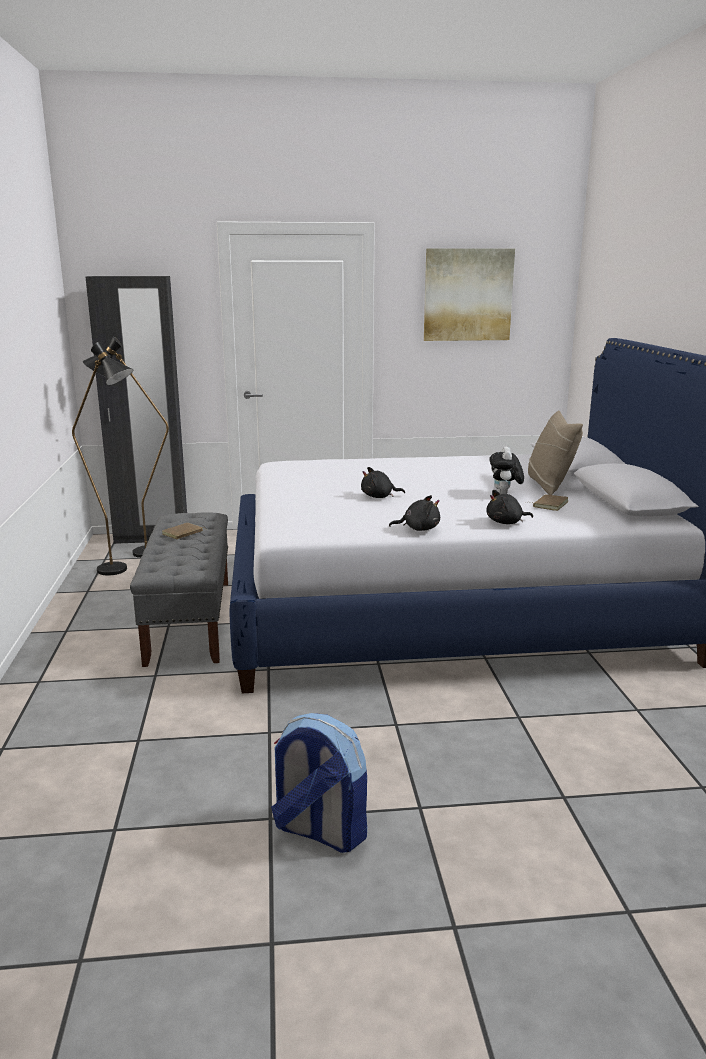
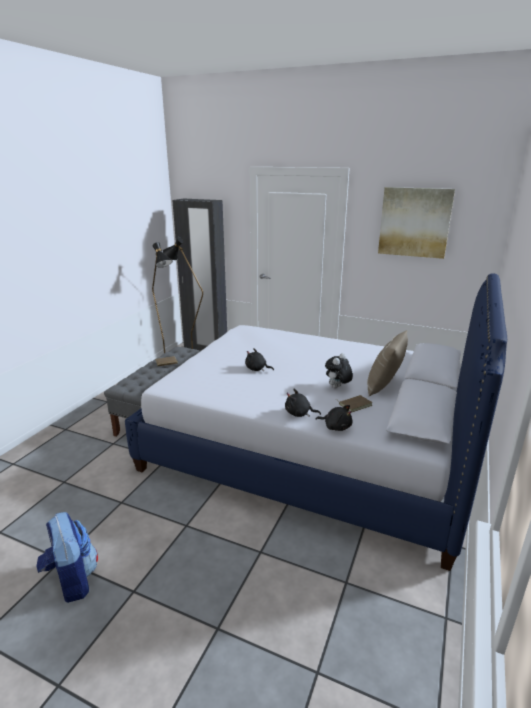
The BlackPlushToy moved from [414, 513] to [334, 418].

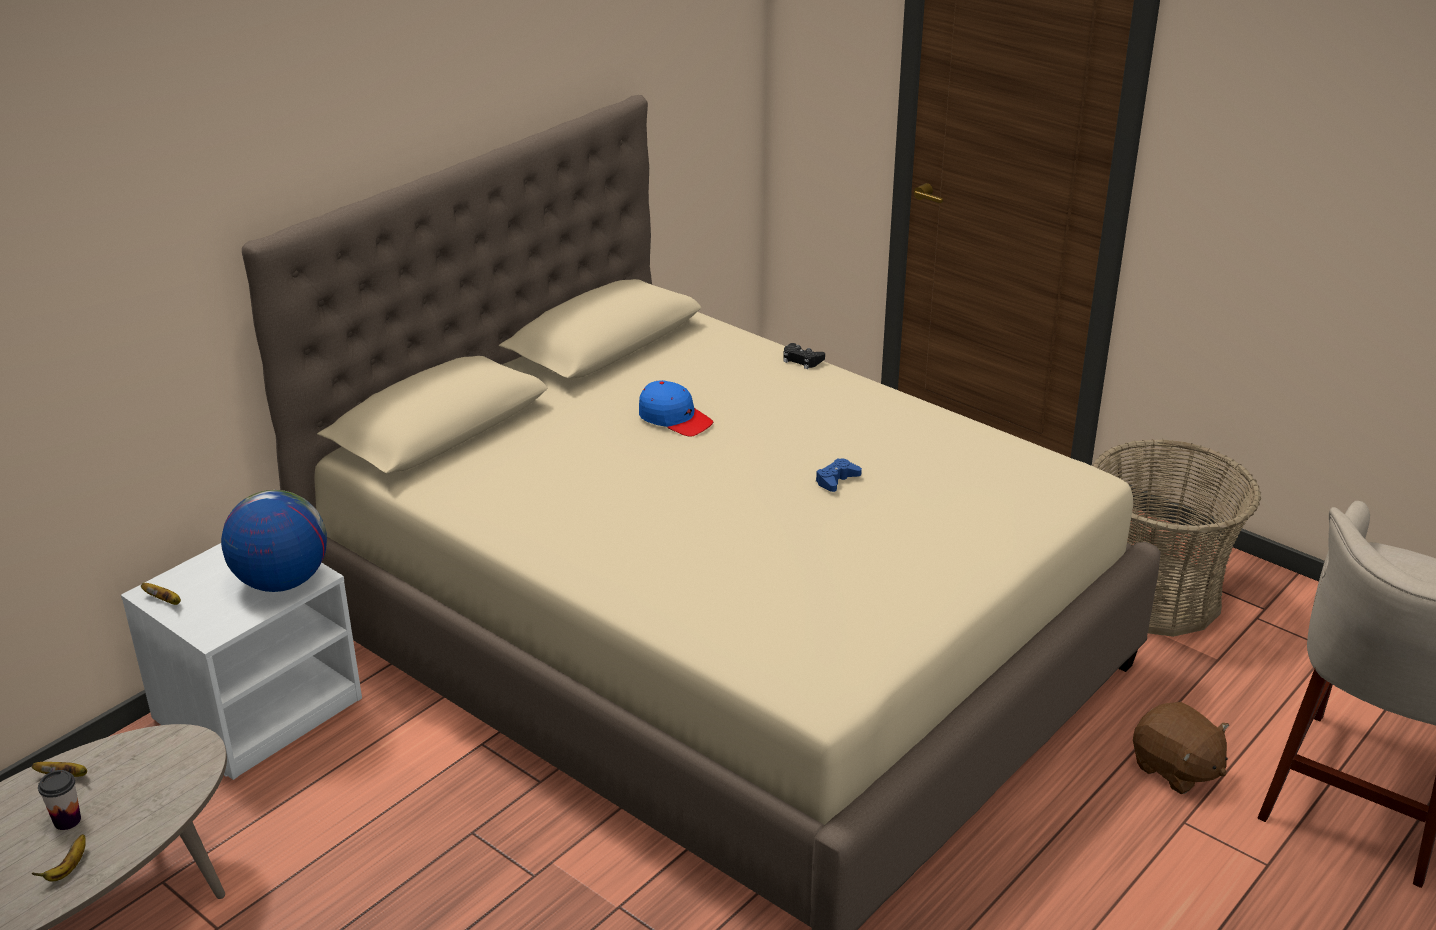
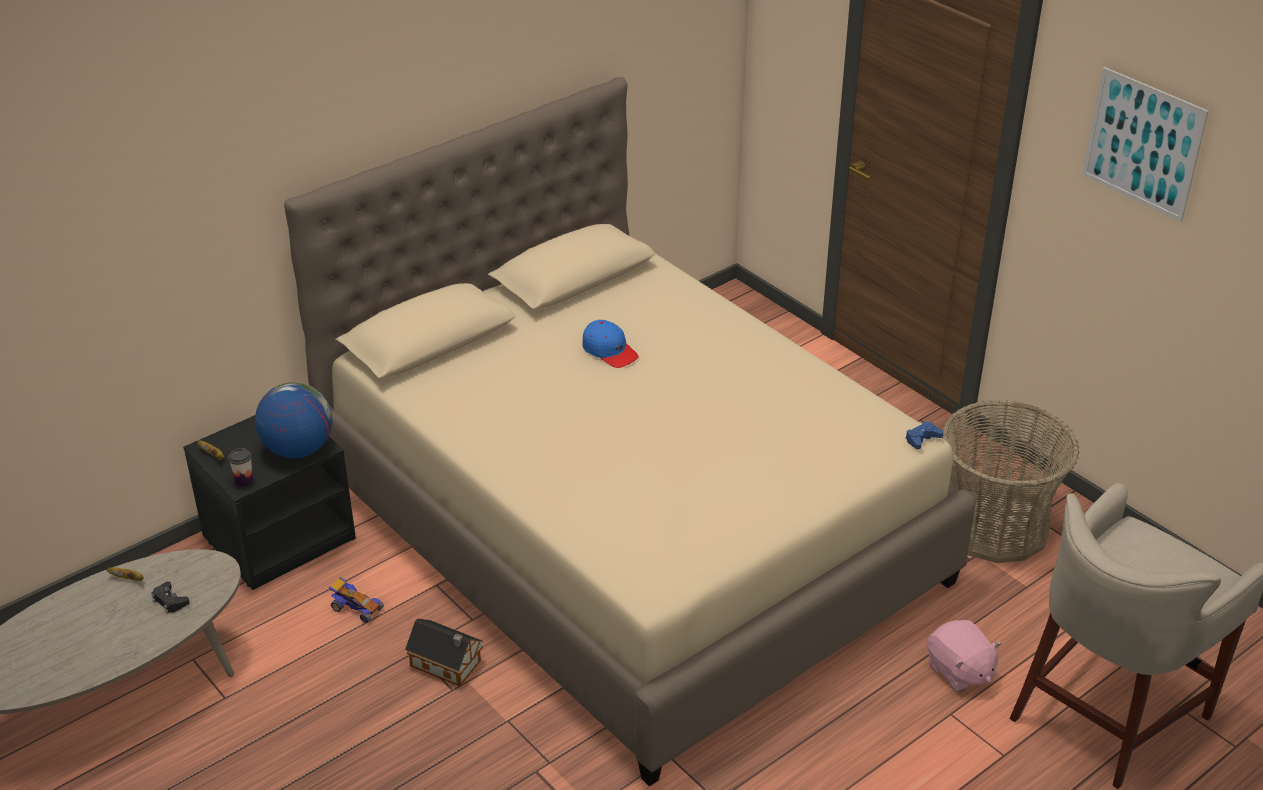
The Banana at [59, 857] disappeared. The Cup moved from [59, 800] to [240, 467]. The WhiteNightstand at [241, 661] became the BlackNightstand at [269, 502]. The BlackGameController moved from [804, 356] to [171, 597]. The BlueGameController moved from [839, 475] to [924, 435]. The BrownPlushToy at [1181, 748] became the PinkPlushToy at [964, 656]. The ToyCar at [356, 600] appeared. The ToyHouse at [444, 652] appeared. The Picture at [1145, 144] appeared.

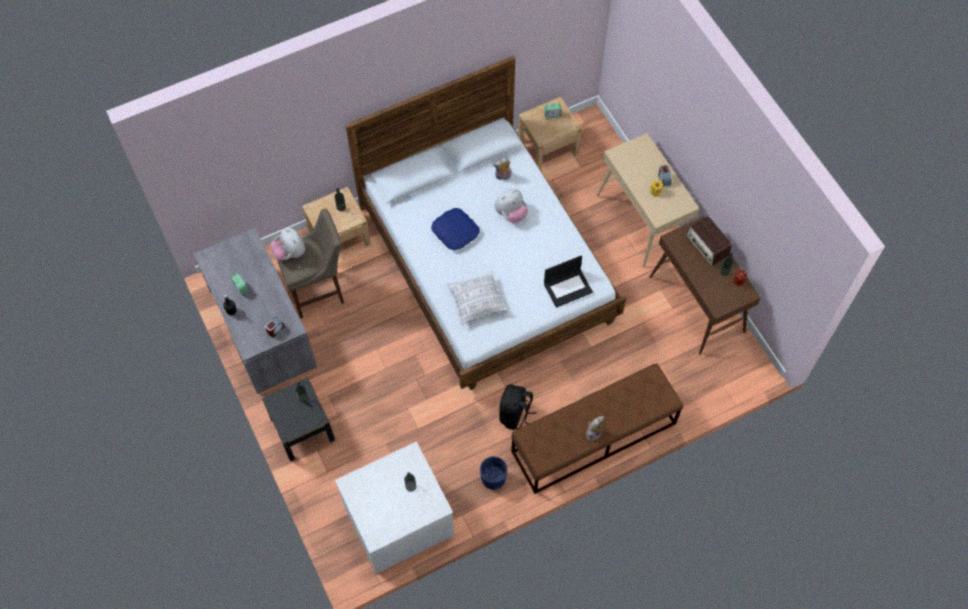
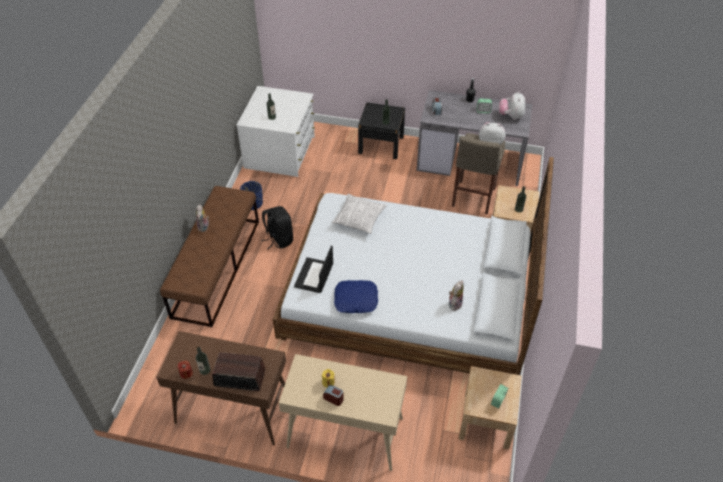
The BluePillow moved from [455, 229] to [356, 296]. The PlushToy moved from [511, 206] to [512, 105].

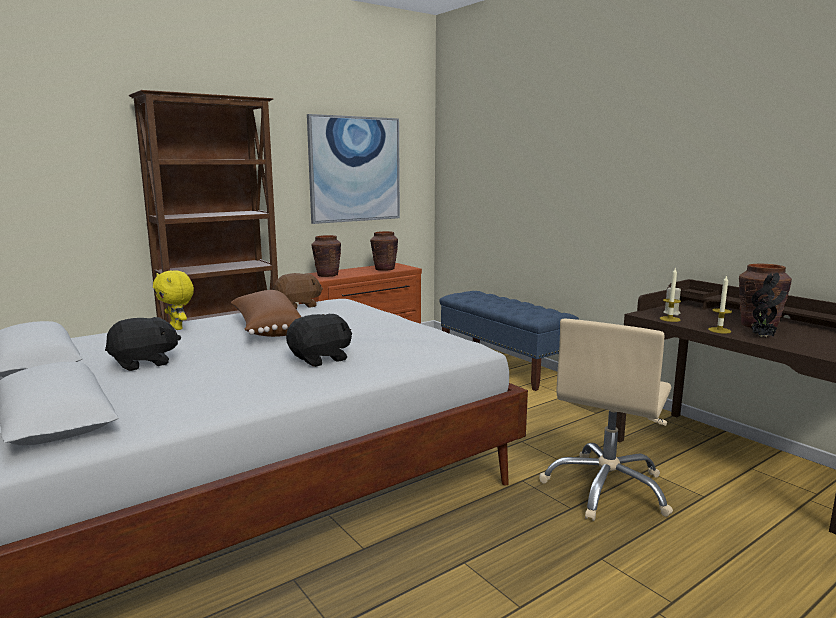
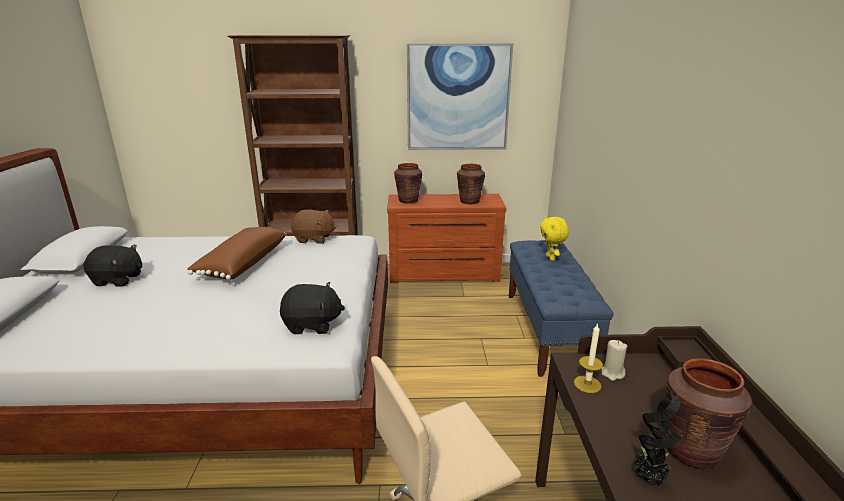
The YellowPlushToy moved from [173, 300] to [554, 238]. The BlackPlushToy moved from [319, 340] to [312, 308]. The Candle at [720, 304] disappeared.

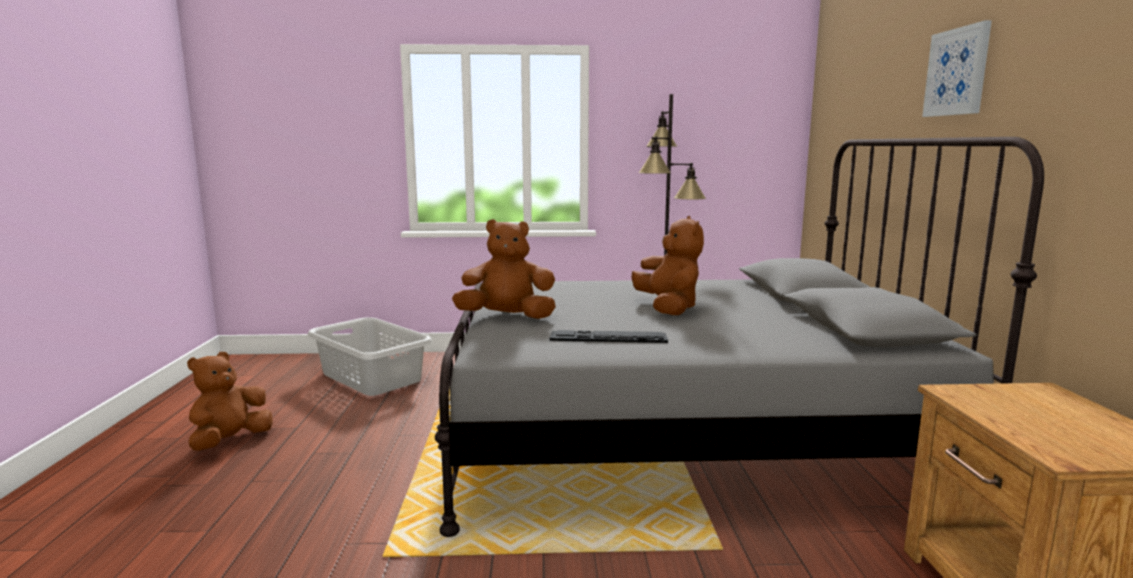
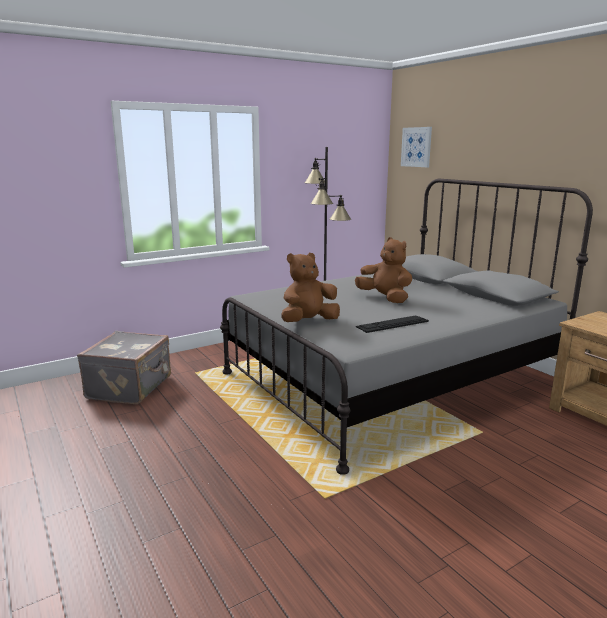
The BrownPlushToy at [230, 401] disappeared. The GreyLaundryBasket at [370, 356] was replaced by the GreySuitcase at [124, 367]. The Picture moved from [957, 68] to [416, 147].

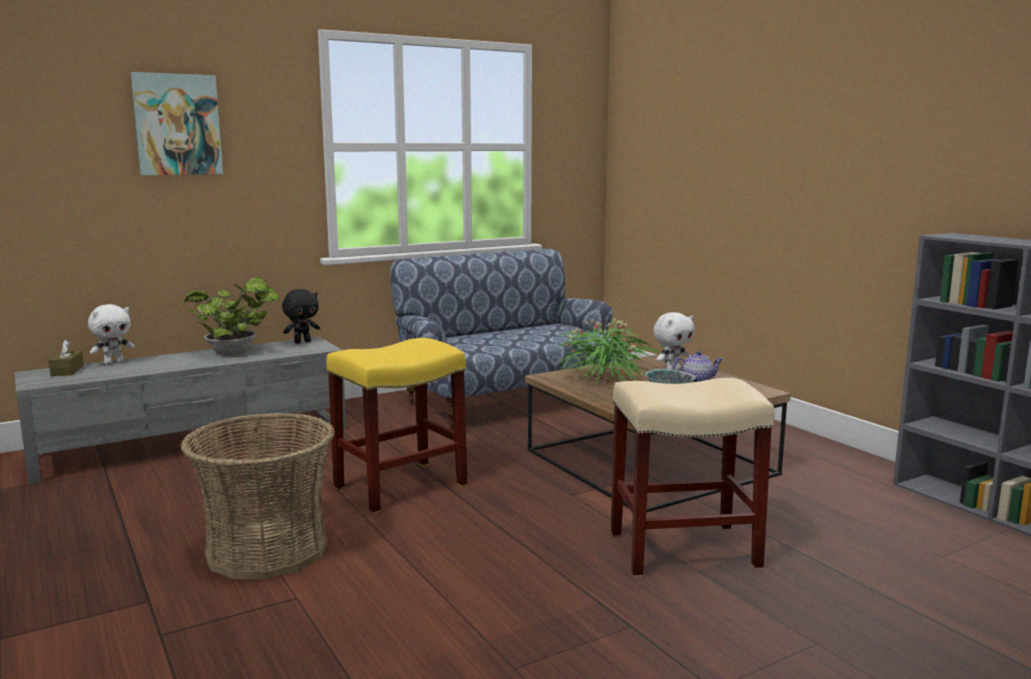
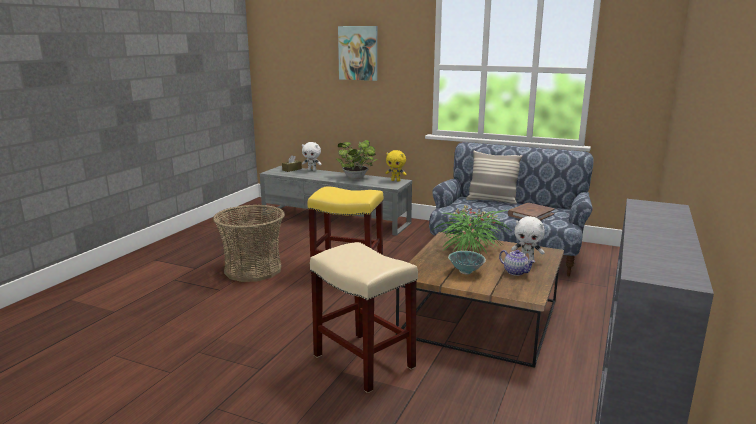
The BlackPlushToy at [301, 316] became the YellowPlushToy at [396, 165]. The Pillow at [494, 177] appeared. The BrownBook at [531, 212] appeared.

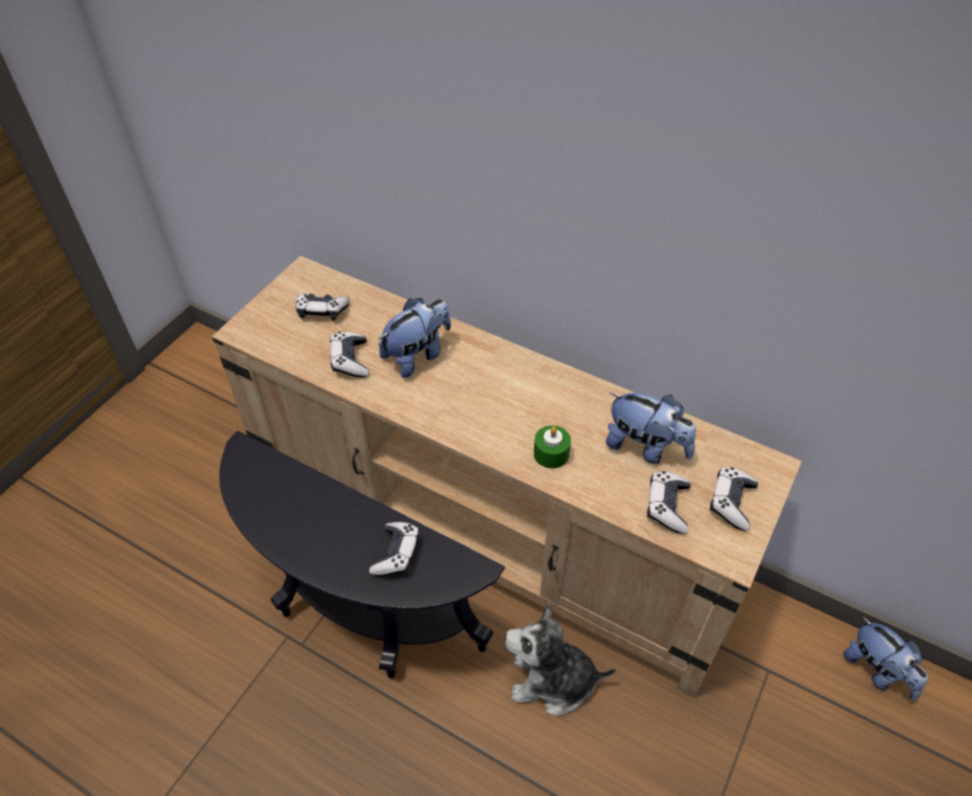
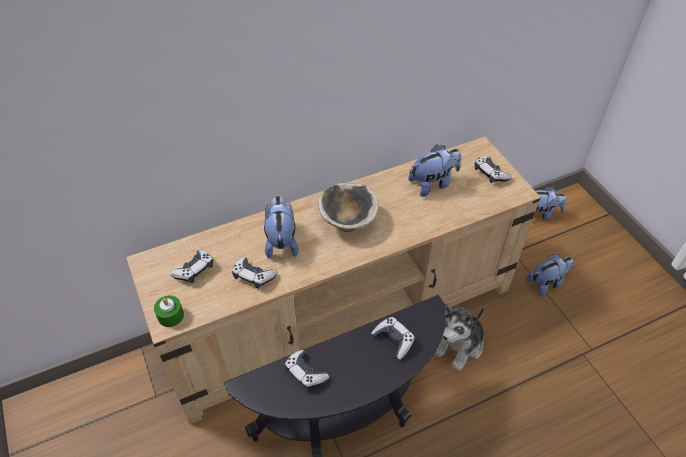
The GreenCandle moved from [552, 446] to [169, 311]. The GameController moved from [669, 502] to [306, 369]. The Bowl at [348, 207] appeared. The PlushToy at [550, 275] appeared.

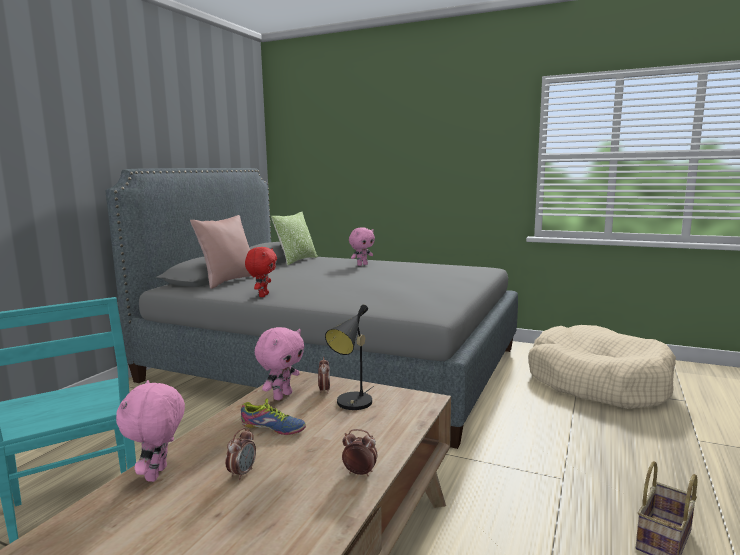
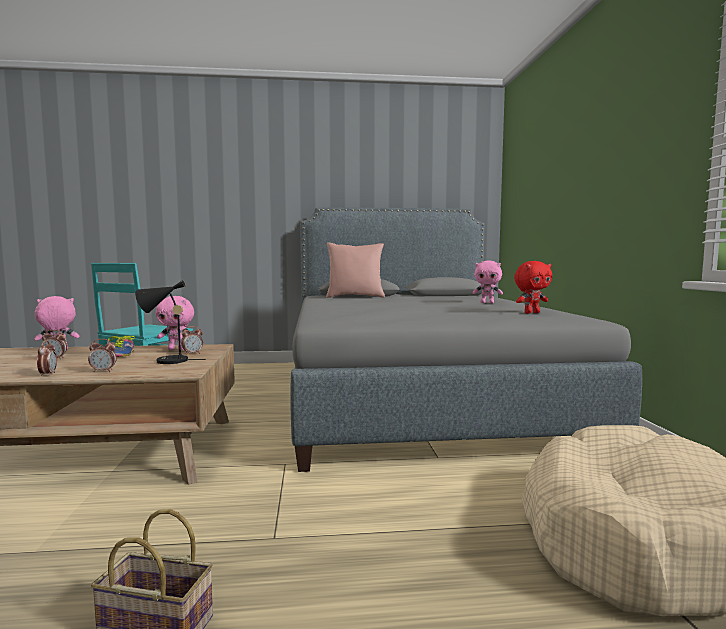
The RedPlushToy moved from [261, 272] to [533, 287]. The Pillow at [294, 239] disappeared. The AlarmClock at [102, 355] appeared.

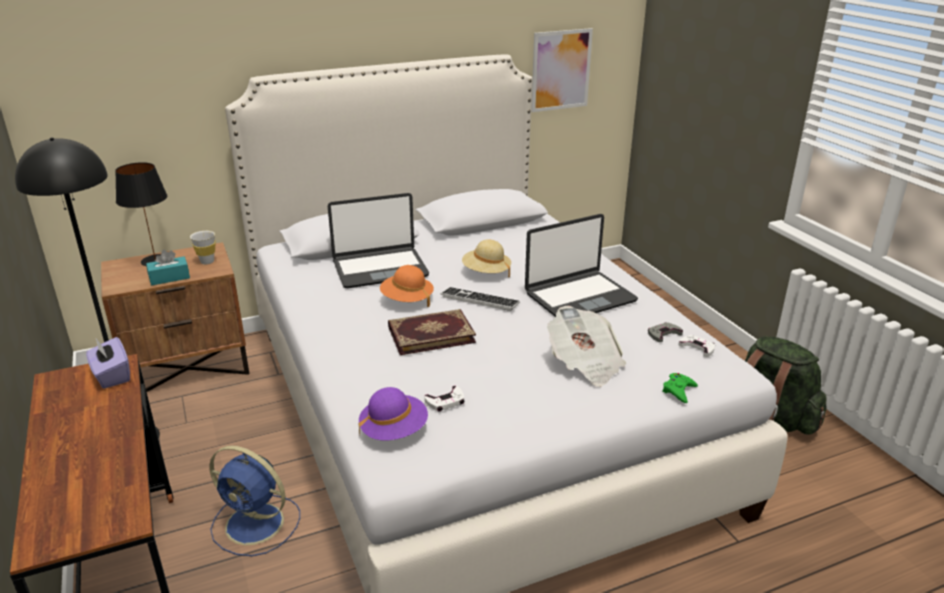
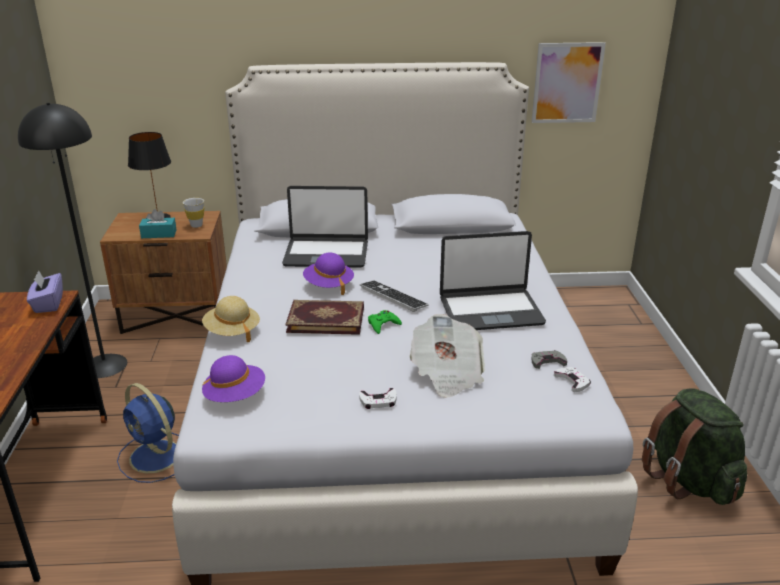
The OrangeHat at [407, 286] became the PurpleHat at [328, 273]. The WhiteGameController moved from [444, 398] to [378, 398]. The BeigeHat moved from [486, 258] to [231, 319]. The GreenGameController moved from [680, 388] to [385, 322].

